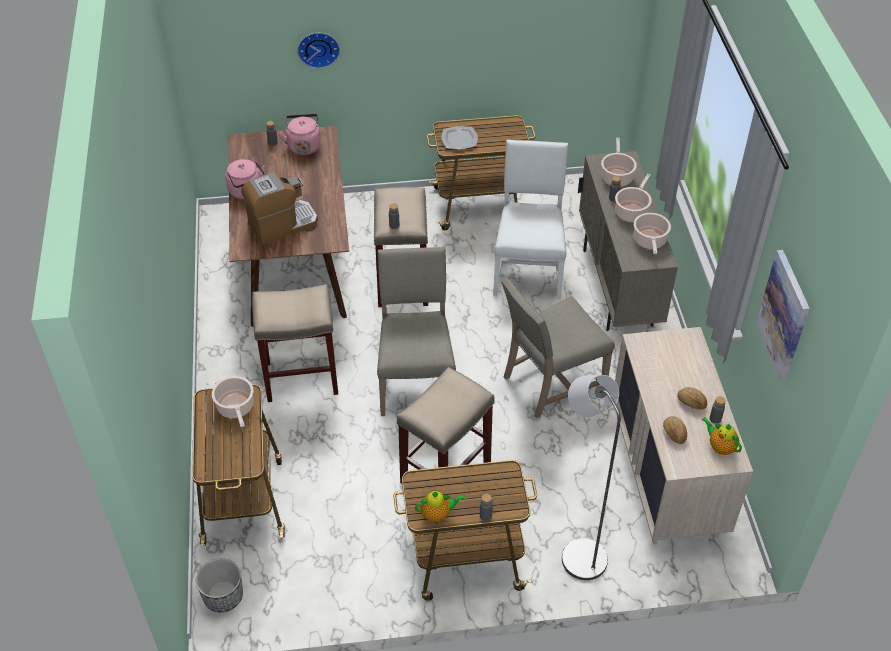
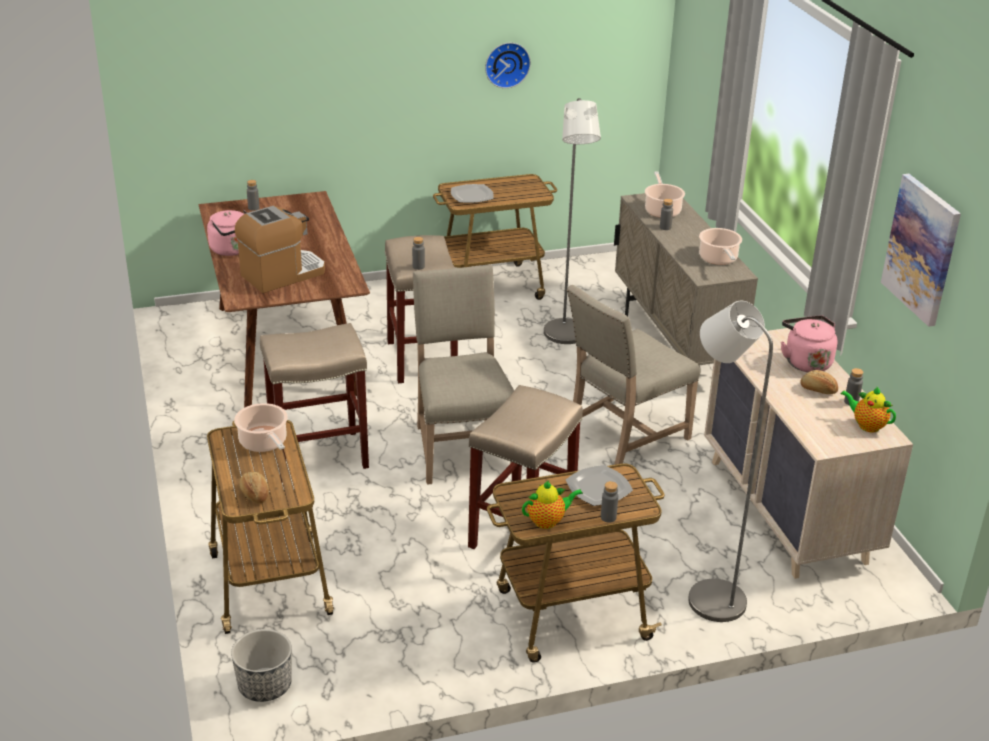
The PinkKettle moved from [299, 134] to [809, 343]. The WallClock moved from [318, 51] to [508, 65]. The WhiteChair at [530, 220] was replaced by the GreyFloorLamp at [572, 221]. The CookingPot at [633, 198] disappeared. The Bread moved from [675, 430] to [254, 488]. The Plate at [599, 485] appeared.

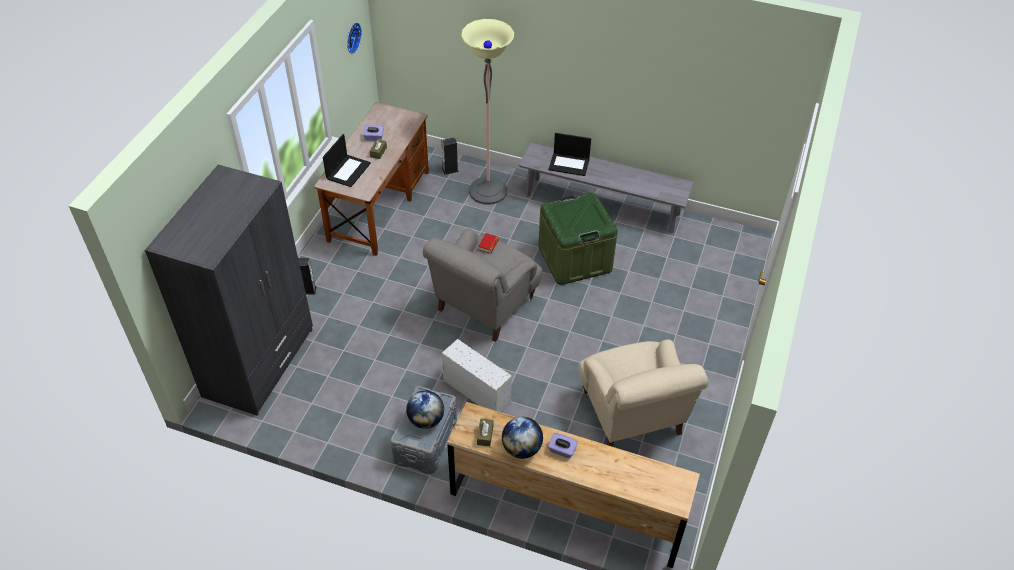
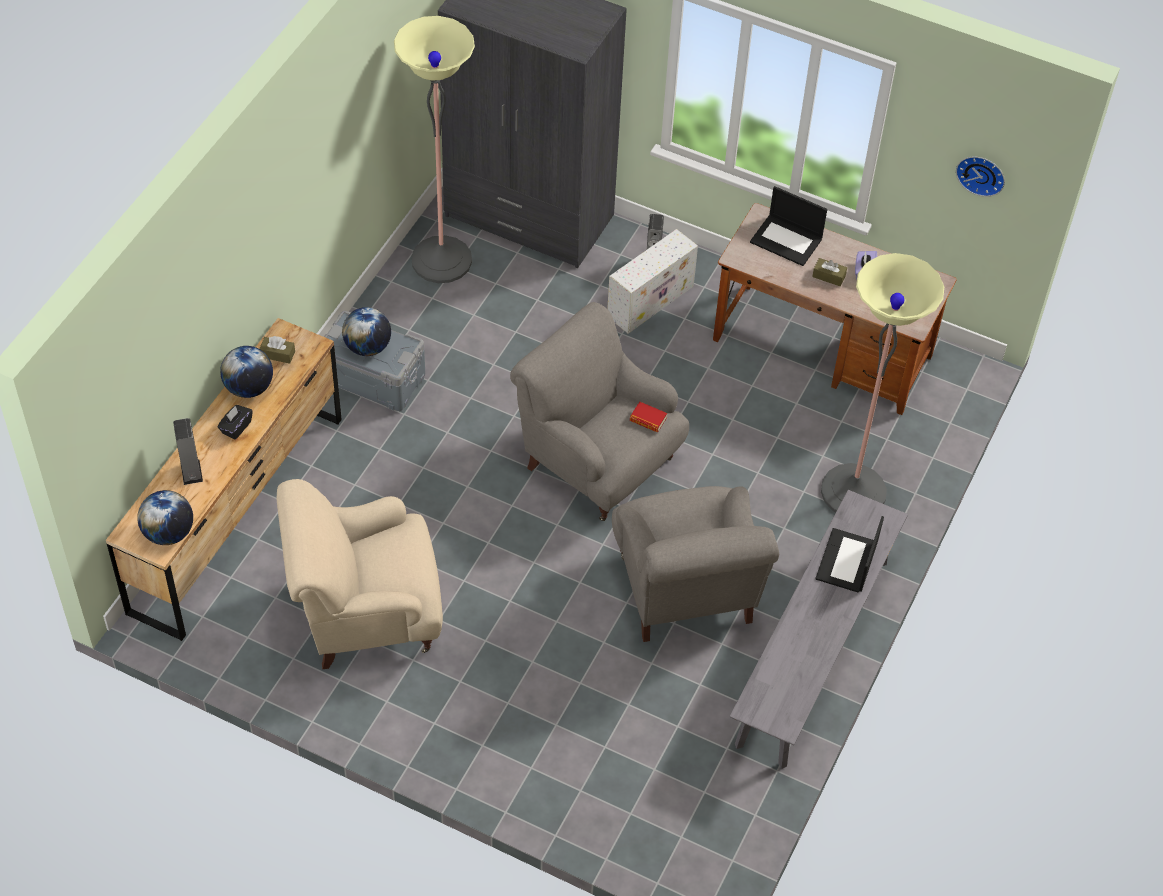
The Speaker moved from [450, 156] to [188, 451]. The WhiteStorageBox moved from [477, 375] to [652, 281]. The GreenStorageBox at [578, 239] was replaced by the GreyArmchair at [695, 564]. The PurpleTissueBox at [563, 445] became the BlackTissueBox at [235, 422]. The Globe at [165, 517] appeared. The FloorLamp at [434, 149] appeared.

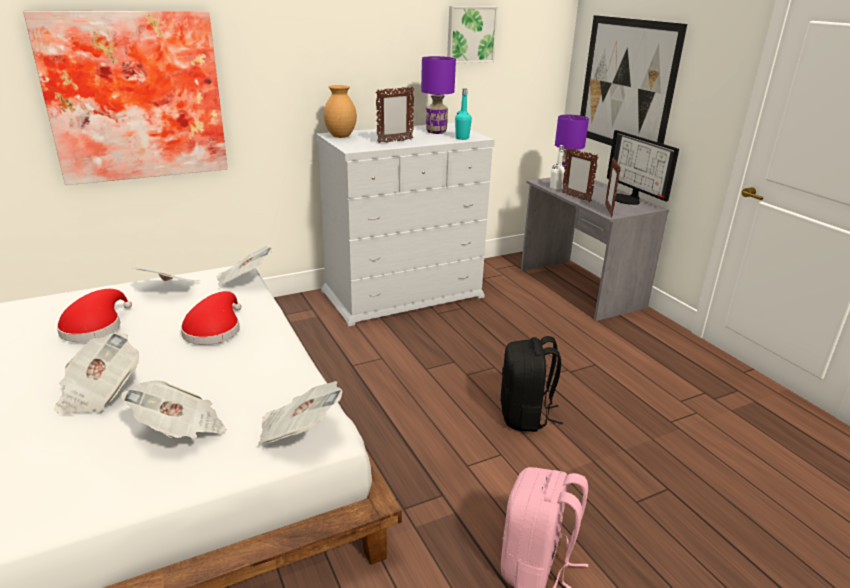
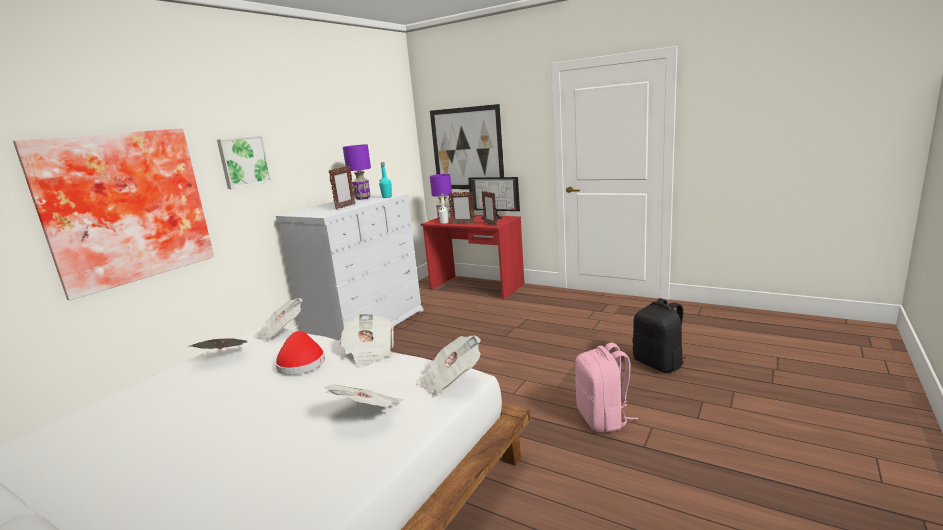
The Newspaper moved from [96, 373] to [366, 340]. The RedHat at [94, 315] disappeared. The BrownVase at [340, 111] disappeared. The Picture moved from [472, 34] to [244, 162]. The BlackBackpack moved from [531, 384] to [658, 335]. The GreyDesk at [595, 249] became the RedDesk at [473, 257].

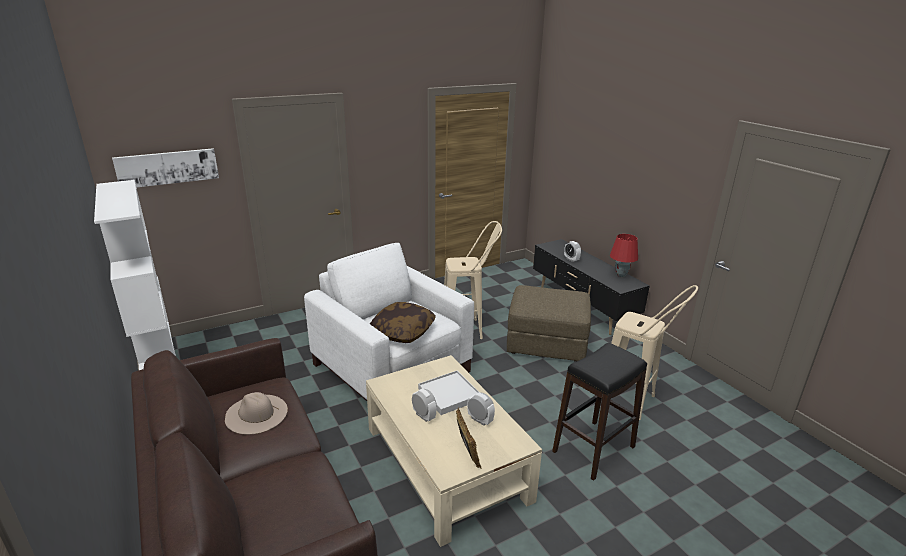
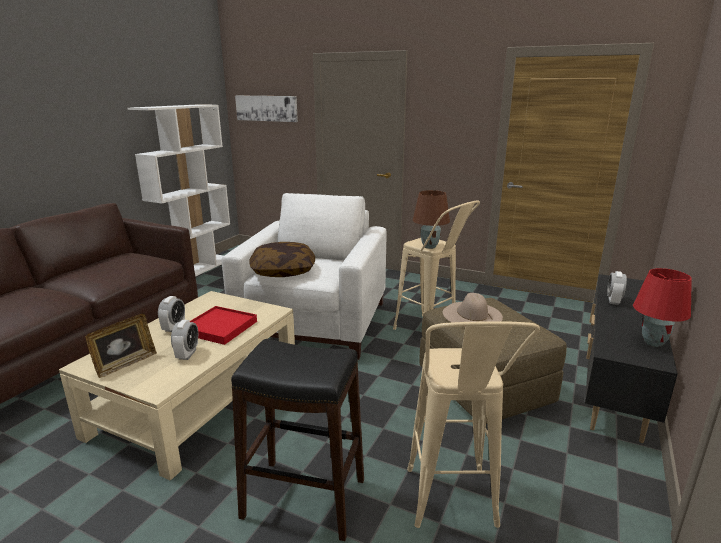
The BeigeHat moved from [256, 413] to [473, 310]. The WhiteTray at [449, 393] became the RedTray at [223, 325]. The BrownTableLamp at [431, 219] appeared.

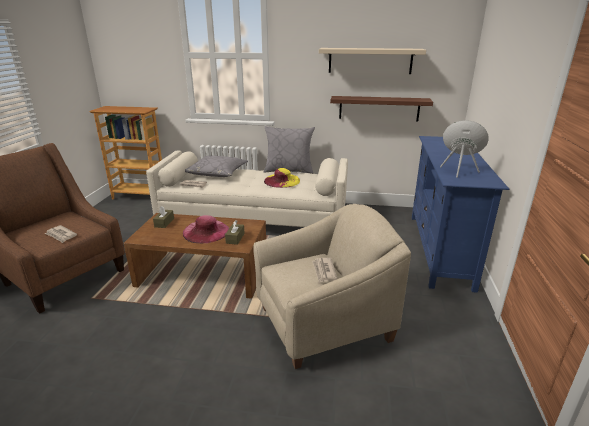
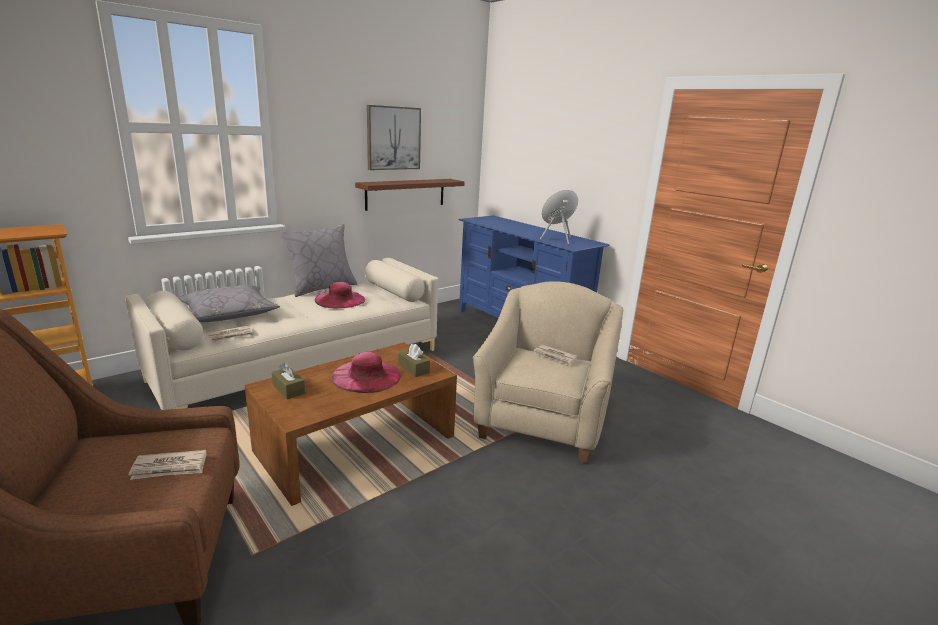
The YellowHat at [282, 178] became the PinkHat at [340, 295]. The BeigeShelf at [372, 61] was replaced by the Picture at [394, 137].

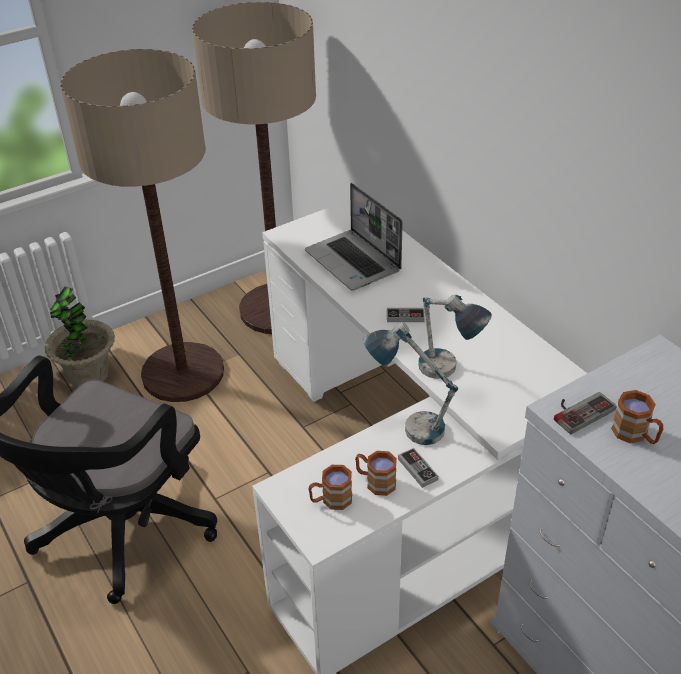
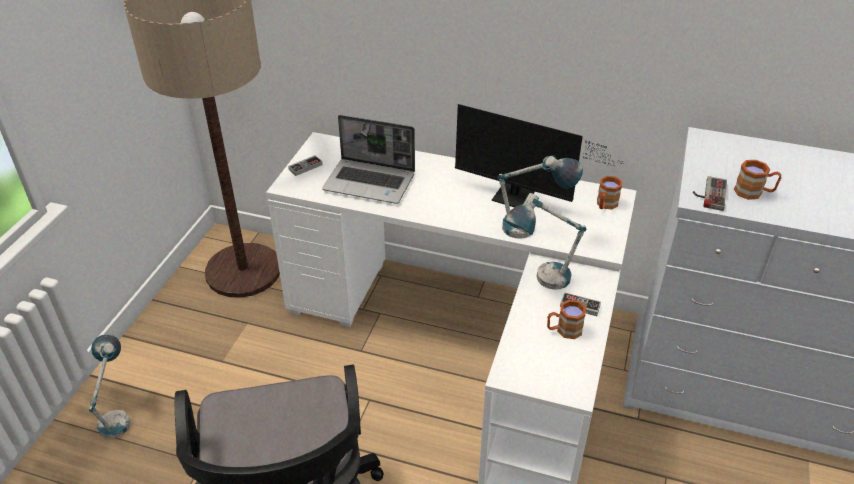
The PottedPlant at [80, 336] was replaced by the TableLamp at [109, 386]. The FloorLamp at [142, 225] disappeared. The BrownMug moved from [330, 487] to [609, 192]. The GameController moved from [406, 315] to [305, 165]. The Monitor at [539, 156] appeared.

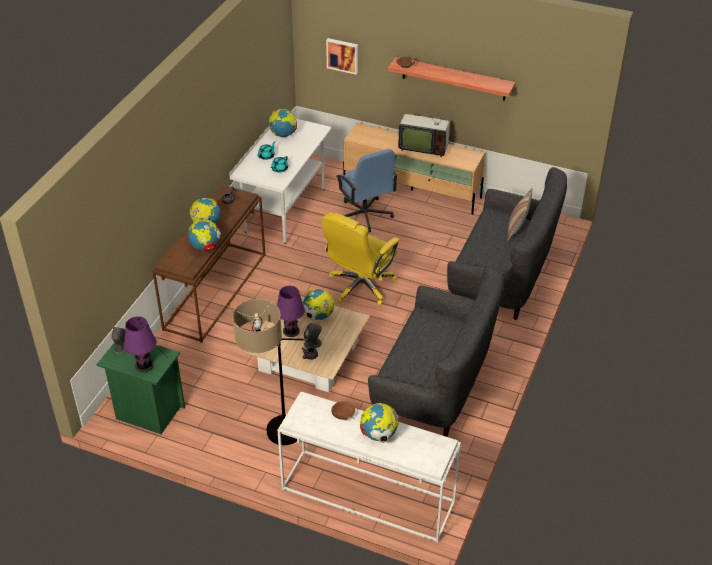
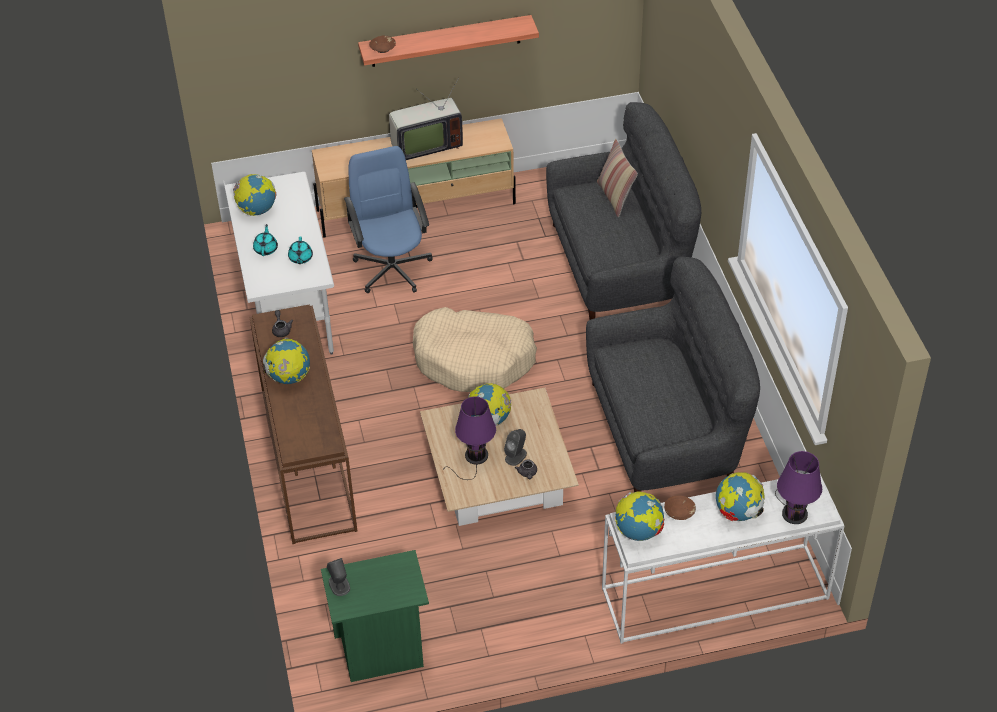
The PurpleTableLamp moved from [148, 344] to [798, 487]. The Globe moved from [204, 234] to [639, 516]. The FloorLamp at [270, 372] disappeared. The YellowOfficeChair at [361, 258] was replaced by the BeigeDogBed at [475, 349]. The Picture at [342, 56] disappeared. The BlueOfficeChair at [367, 190] turned 135 degrees counterclockwise.

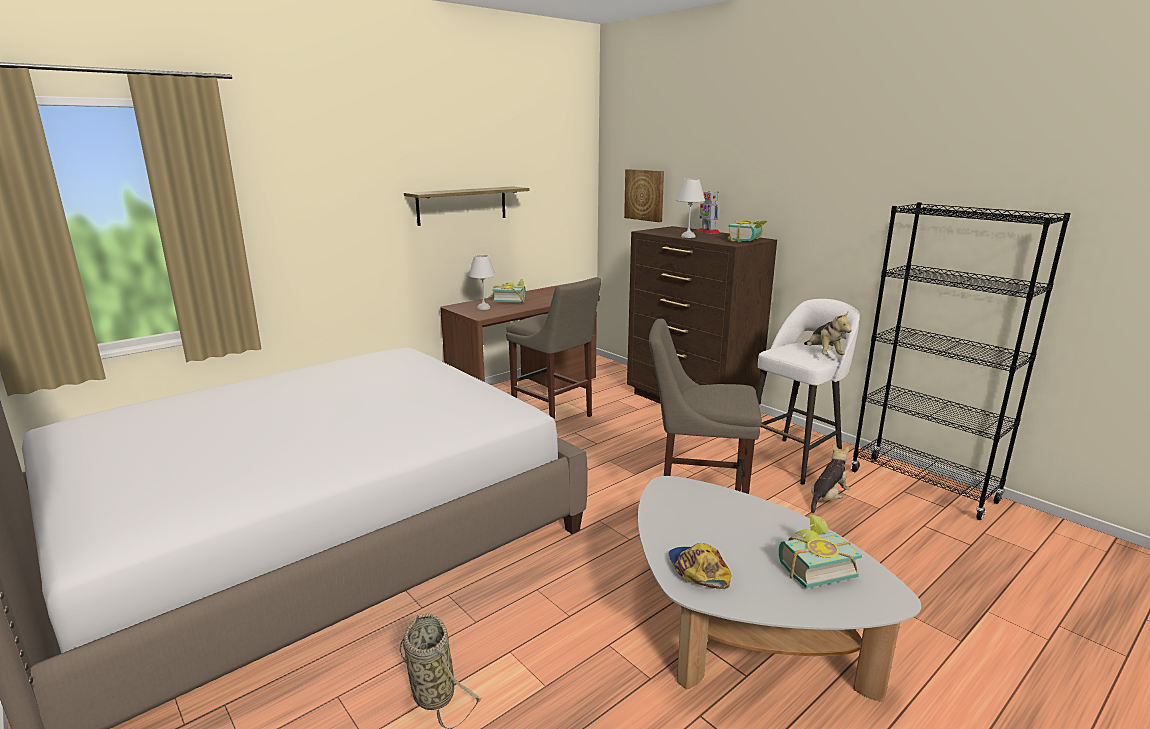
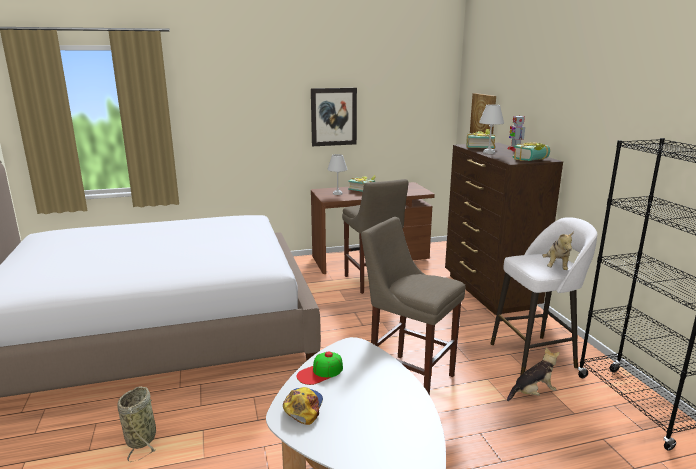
The Shelf at [466, 206] was replaced by the Picture at [334, 117]. The Book moved from [820, 551] to [480, 139]. The Cap at [319, 368] appeared.

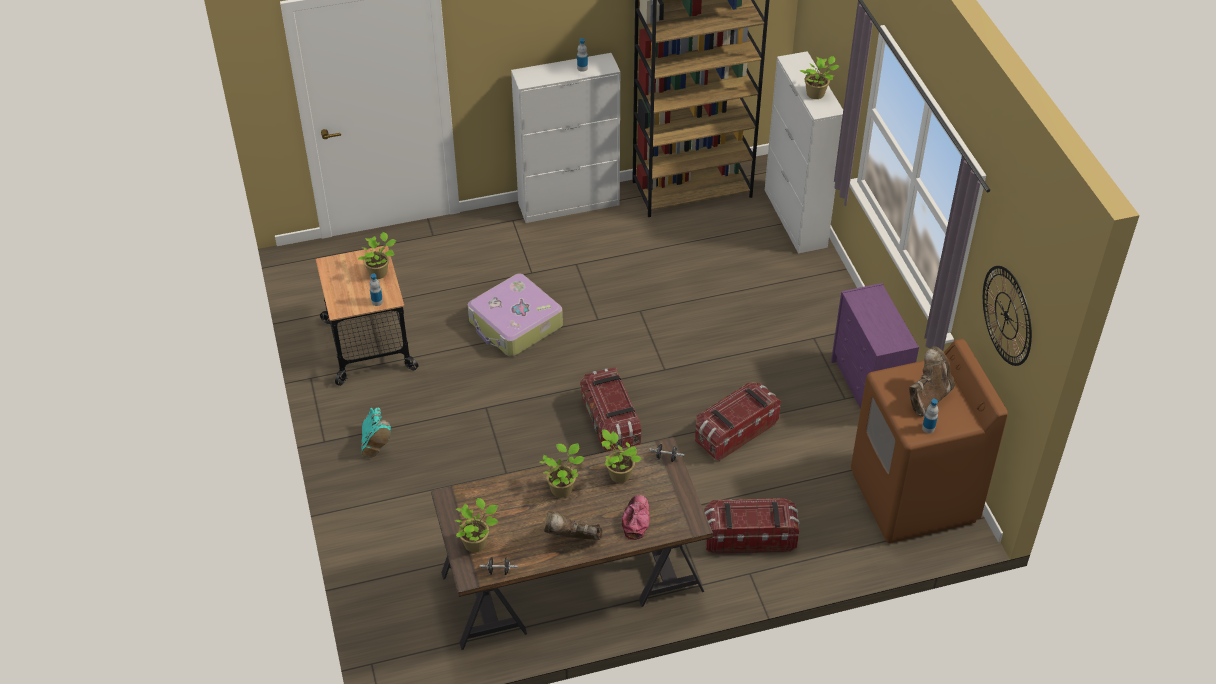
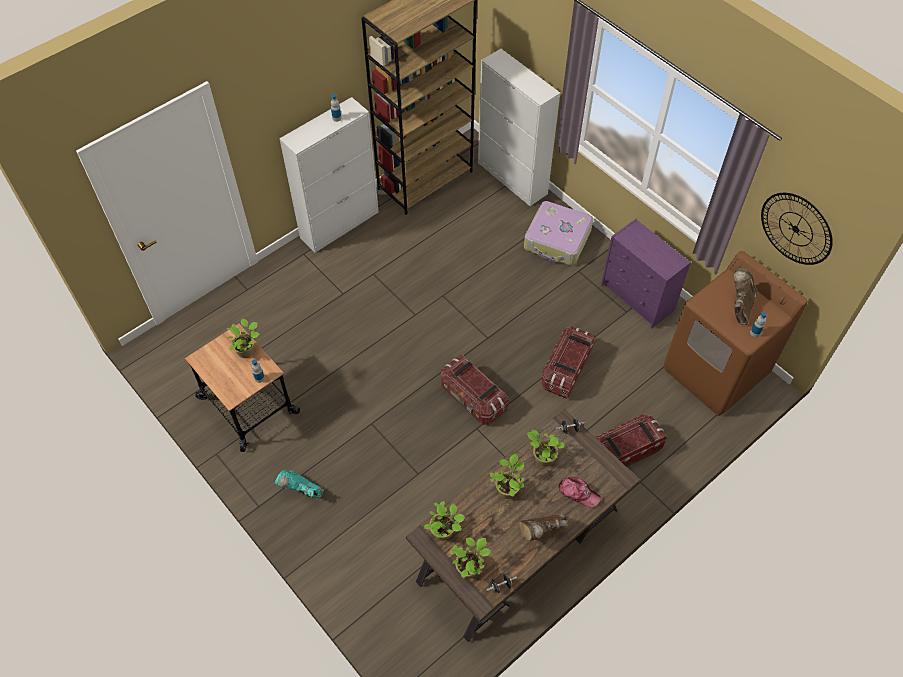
The TurquoiseBoot at [376, 432] turned 150 degrees clockwise. The Suitcase moved from [515, 315] to [558, 233]. The Cap at [636, 517] turned 135 degrees clockwise. The PottedPlant moved from [819, 77] to [444, 521].

